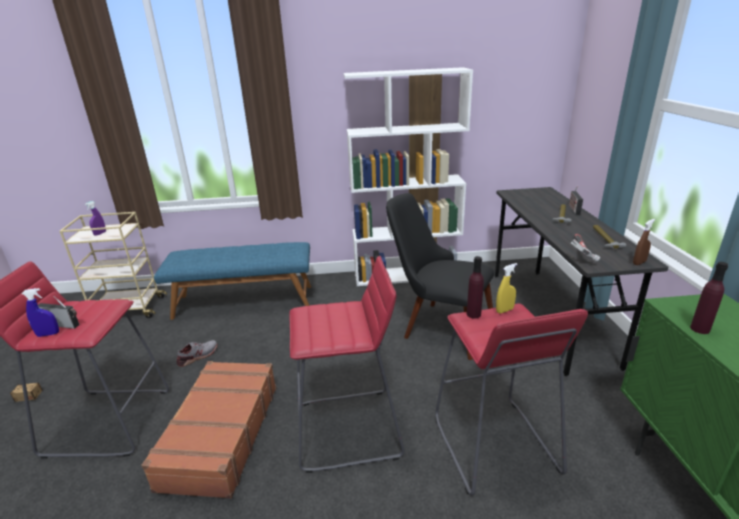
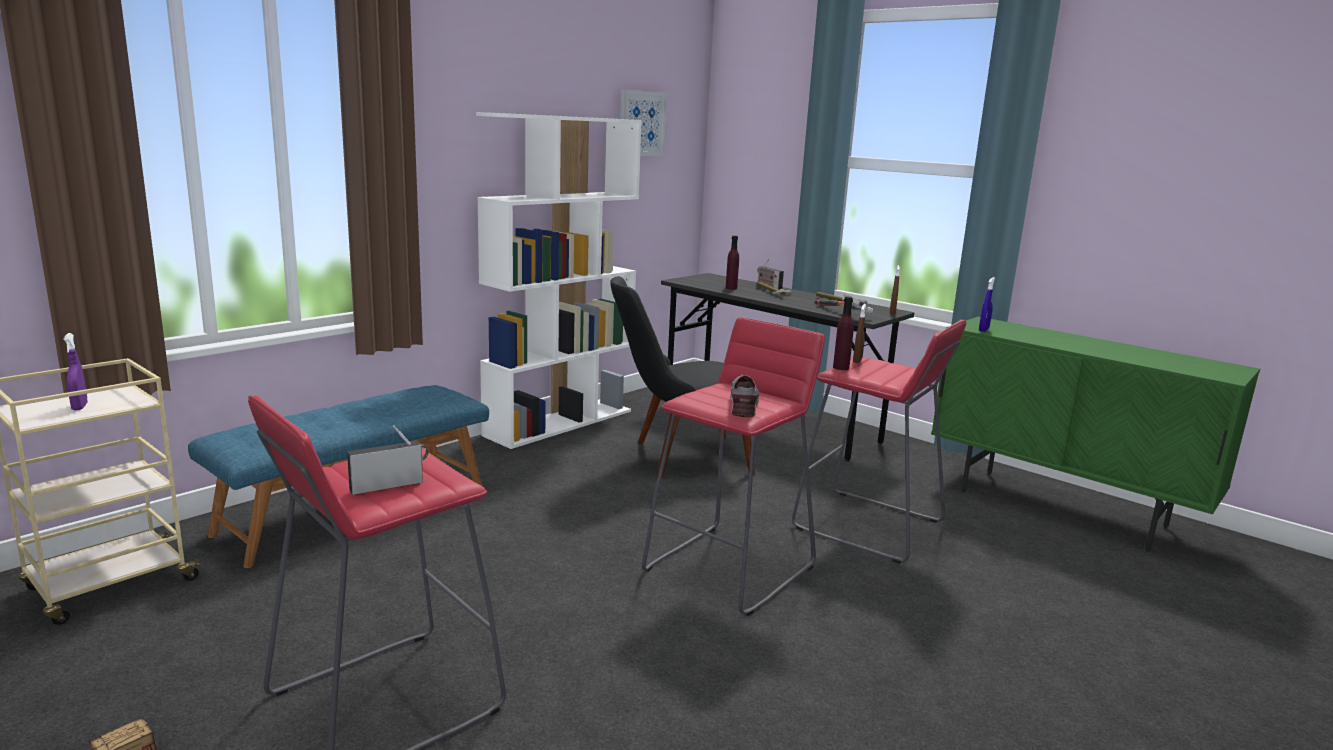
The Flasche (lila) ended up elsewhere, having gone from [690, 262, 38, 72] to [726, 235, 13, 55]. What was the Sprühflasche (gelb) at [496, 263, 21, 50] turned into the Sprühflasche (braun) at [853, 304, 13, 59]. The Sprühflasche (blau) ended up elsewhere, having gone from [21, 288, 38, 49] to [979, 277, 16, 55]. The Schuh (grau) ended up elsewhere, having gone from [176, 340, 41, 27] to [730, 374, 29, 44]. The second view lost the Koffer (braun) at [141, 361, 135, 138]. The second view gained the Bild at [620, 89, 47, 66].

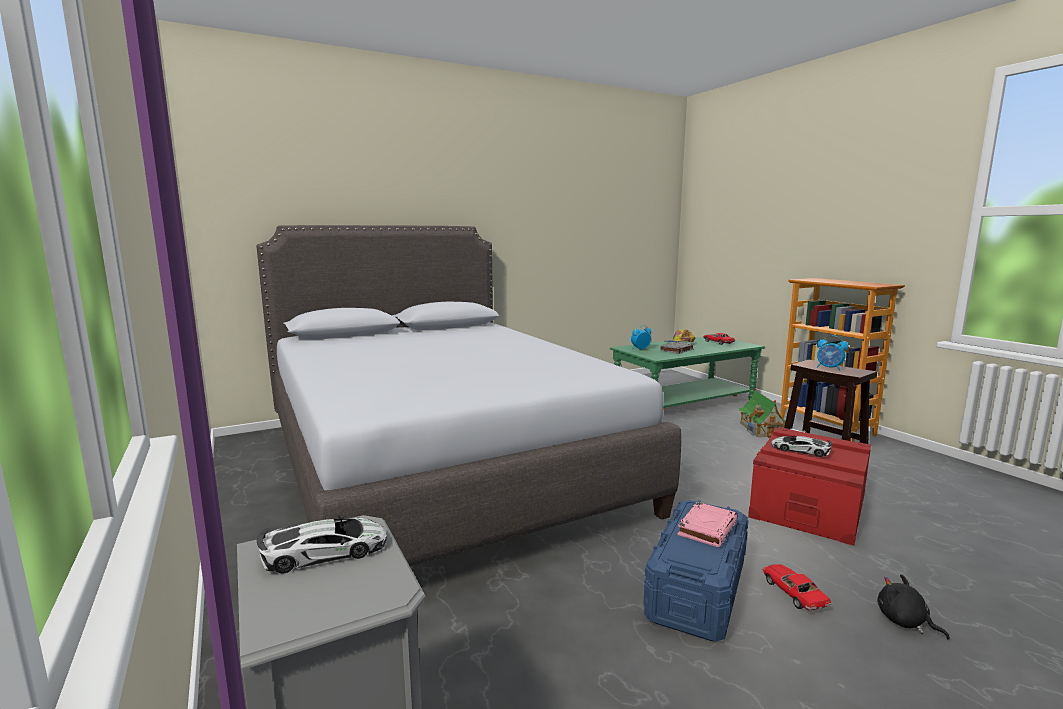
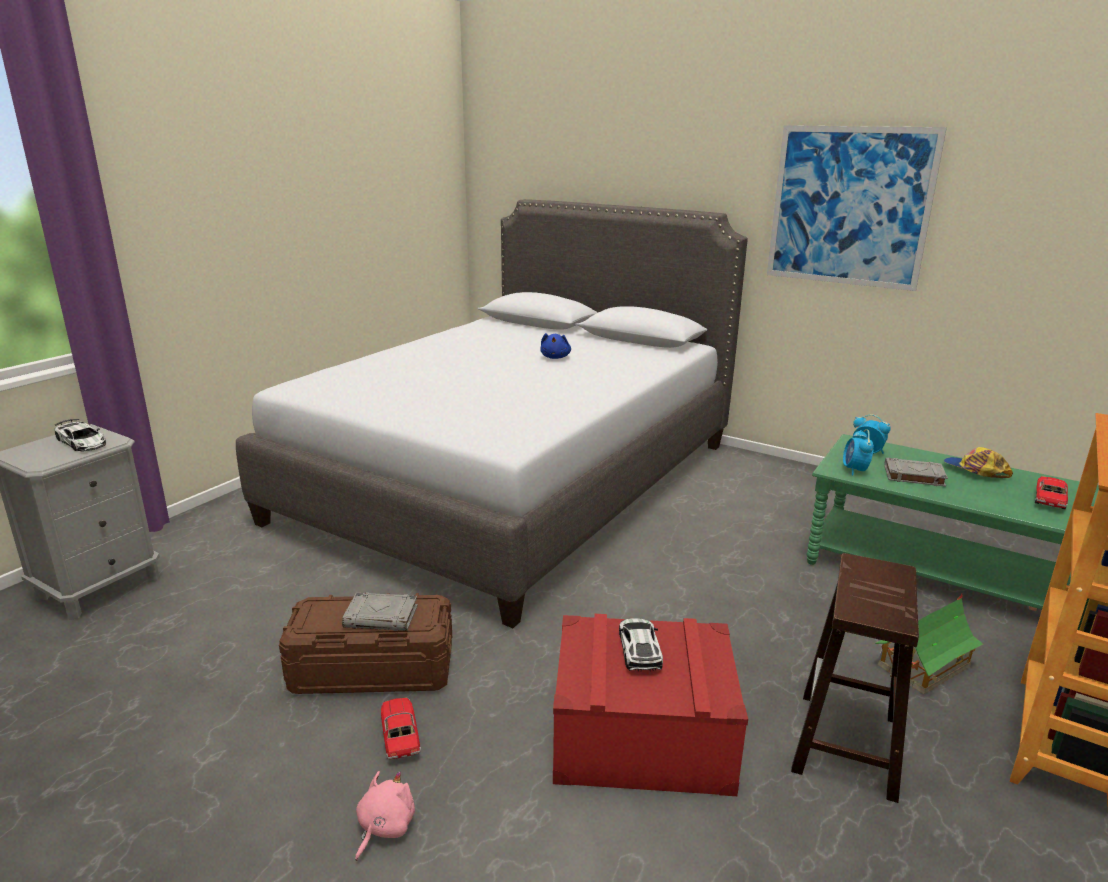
The Wecker ended up elsewhere, having gone from [816, 335, 32, 36] to [843, 429, 31, 46]. What was the Aufbewahrungsbox (blau) at [643, 500, 105, 141] turned into the Aufbewahrungsbox (braun) at [279, 593, 173, 101]. What was the Buch (rosa) at [677, 502, 61, 45] turned into the Buch (grau) at [342, 592, 76, 39]. The Spielzeugauto at [762, 564, 70, 47] ended up facing another way, 60 degrees counterclockwise from before. What was the Plüschtier (schwarz) at [877, 574, 73, 66] turned into the Plüschtier (rosa) at [355, 771, 60, 90]. The second view gained the Bild at [767, 125, 180, 166]. The second view gained the Plüschtier (blau) at [540, 333, 31, 26].

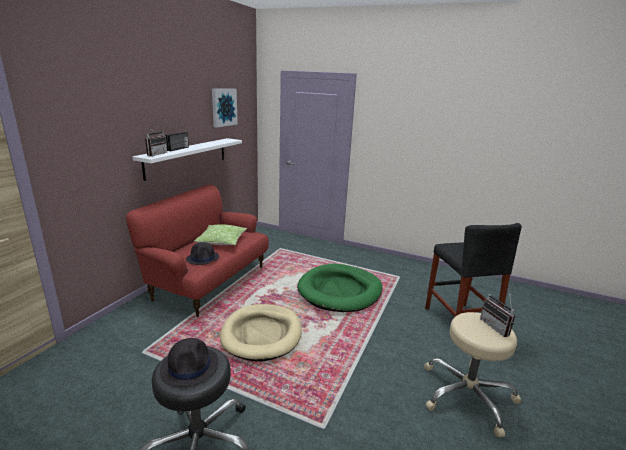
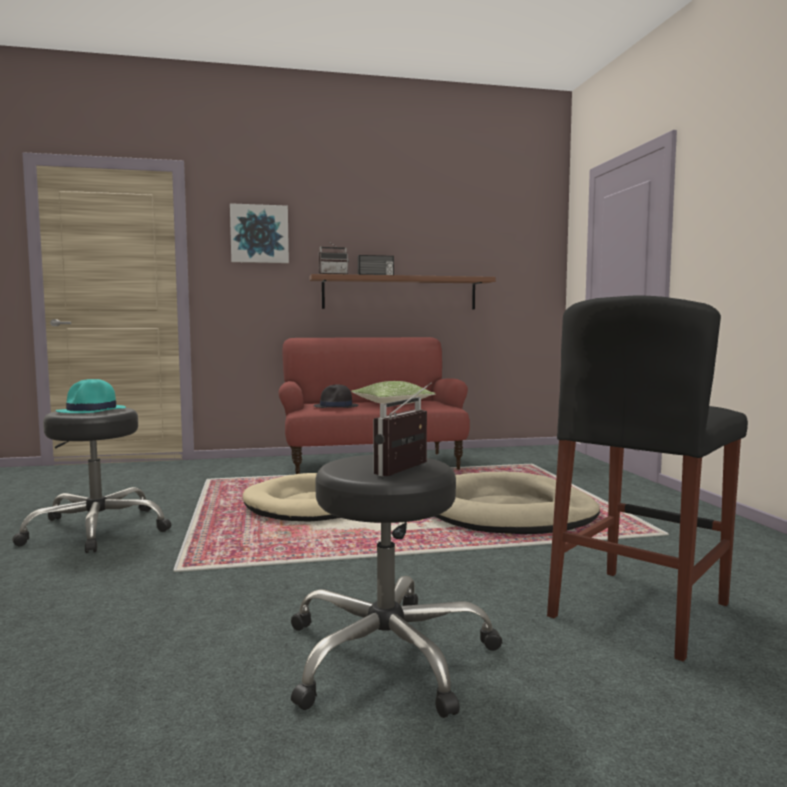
The Bild ended up elsewhere, having gone from [212, 89, 26, 38] to [230, 203, 59, 60]. What was the Wandregal (weiß) at [133, 138, 109, 43] turned into the Wandregal (braun) at [309, 274, 186, 36]. What was the Hundebett (grün) at [297, 264, 86, 48] turned into the Hundebett (beige) at [435, 472, 165, 62]. What was the Hocker (beige) at [424, 312, 97, 125] turned into the Hocker (schwarz) at [291, 455, 211, 263]. What was the Hut (schwarz) at [160, 338, 59, 49] turned into the Hut (türkis) at [56, 379, 70, 34].

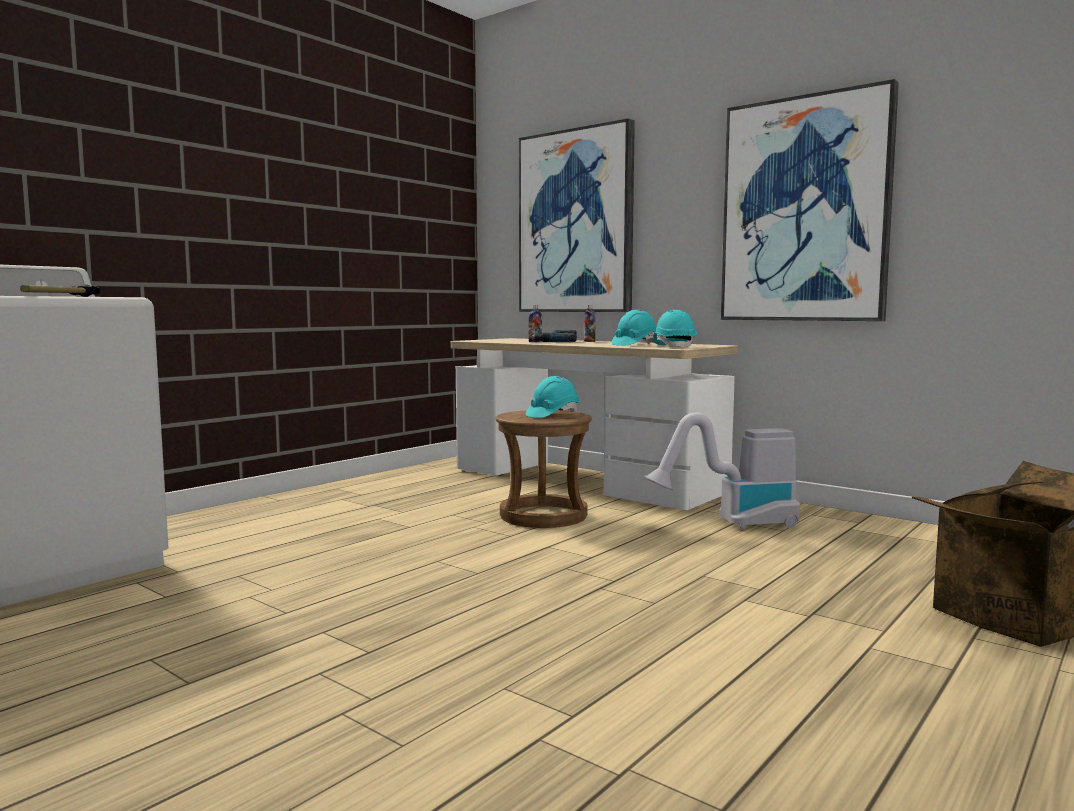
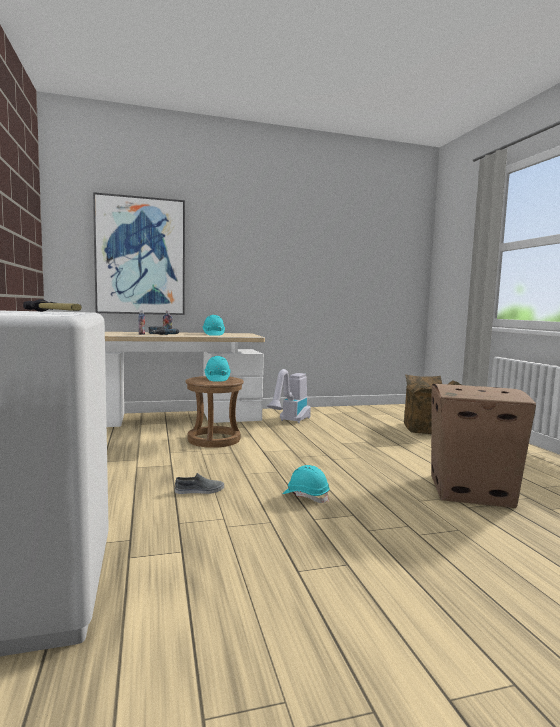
The second view lost the Bild at [721, 79, 178, 242]. The Schutzhelm (türkis) ended up elsewhere, having gone from [653, 310, 44, 38] to [283, 465, 47, 38]. The second view gained the Karton at [431, 384, 105, 124]. The second view gained the Schuh (grau) at [175, 473, 49, 21].

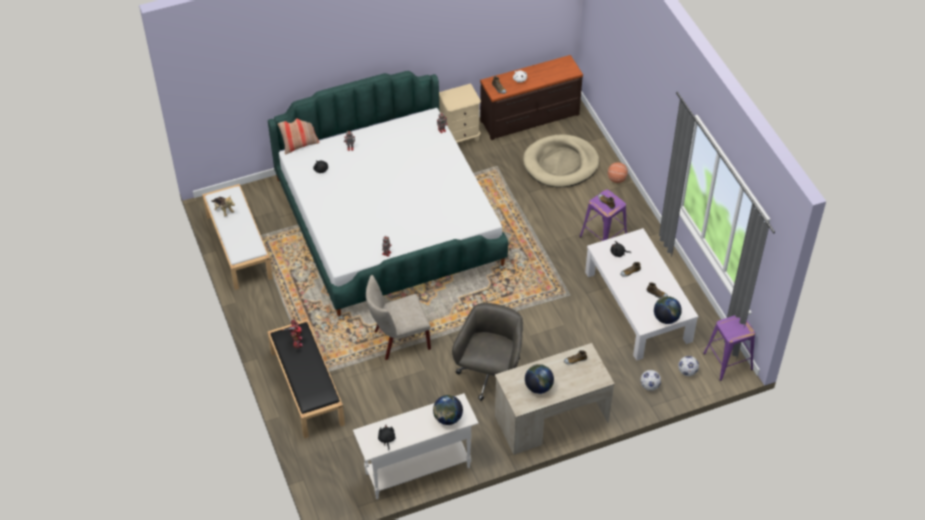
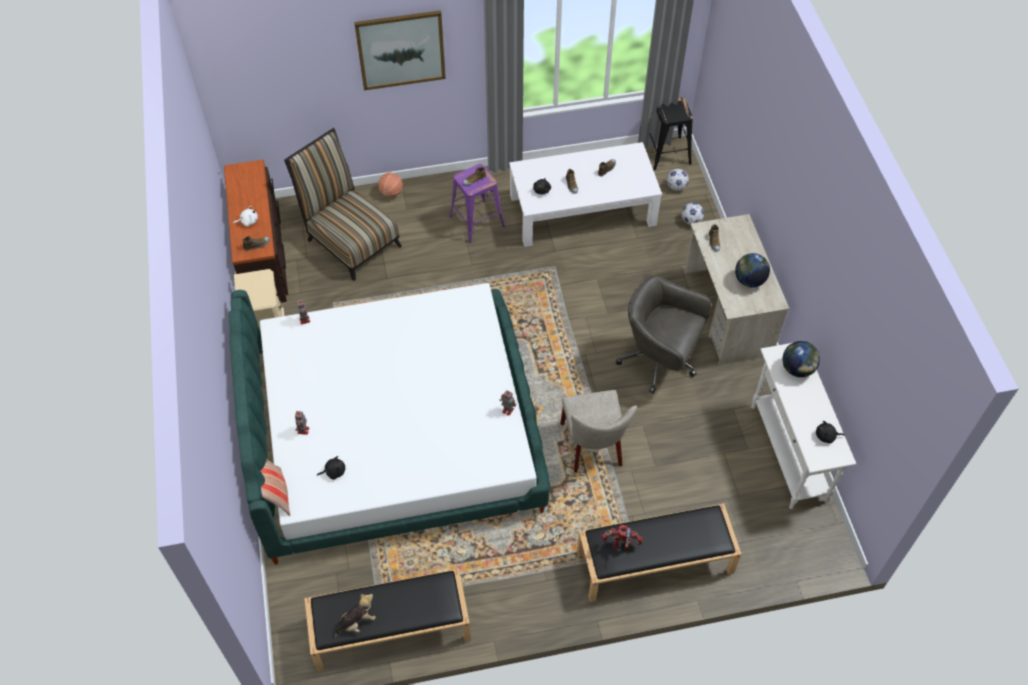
Where the Hundebett (beige) stood at [523, 134, 76, 53], the Stuhl came to stand at [284, 128, 118, 153]. What was the Bank (weiß) at [202, 184, 71, 106] turned into the Bank (schwarz) at [304, 569, 167, 102]. The second view lost the Globus at [654, 296, 28, 28]. What was the Hocker (lila) at [703, 315, 52, 66] turned into the Hocker (schwarz) at [650, 97, 43, 73]. The second view gained the Bild at [354, 10, 92, 80].

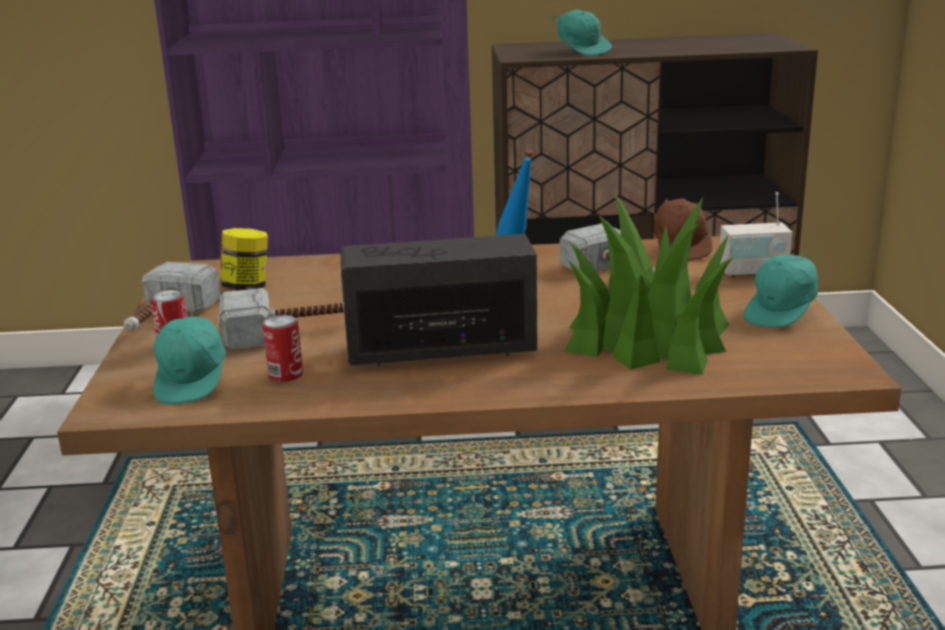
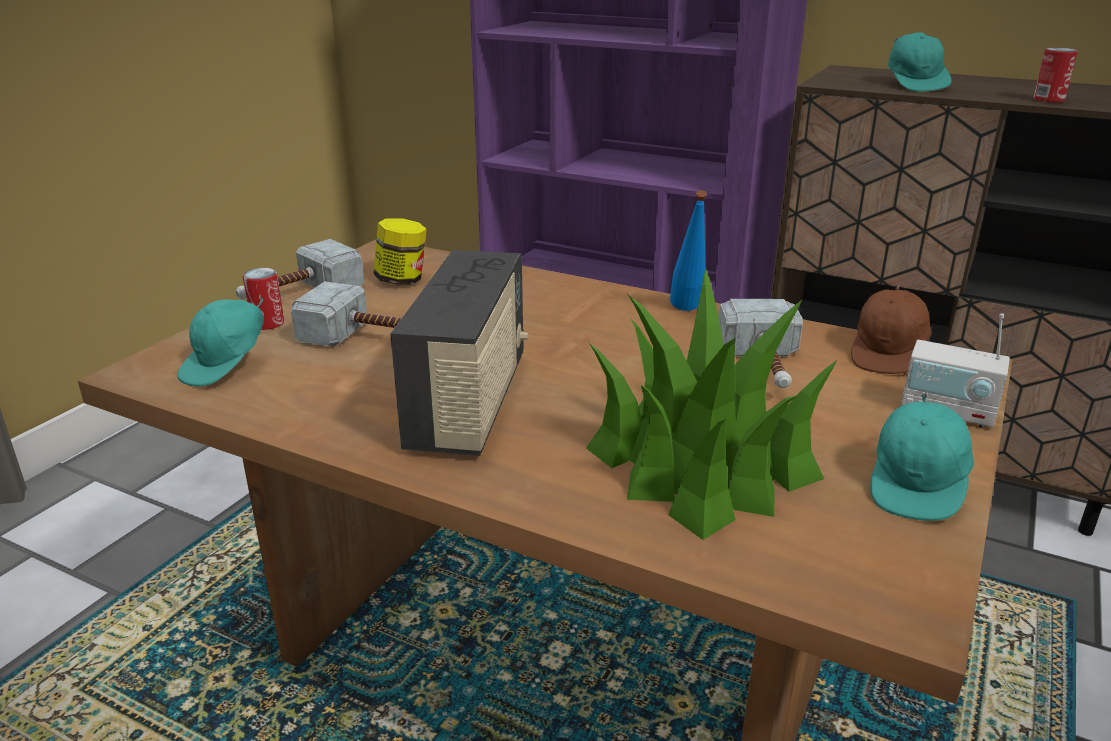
The Radio at [340, 234, 198, 133] ended up facing another way, 75 degrees clockwise from before. The Kappe (türkis) at [744, 253, 74, 74] ended up facing another way, 45 degrees counterclockwise from before. The Dose ended up elsewhere, having gone from [263, 315, 40, 67] to [1033, 47, 45, 56].

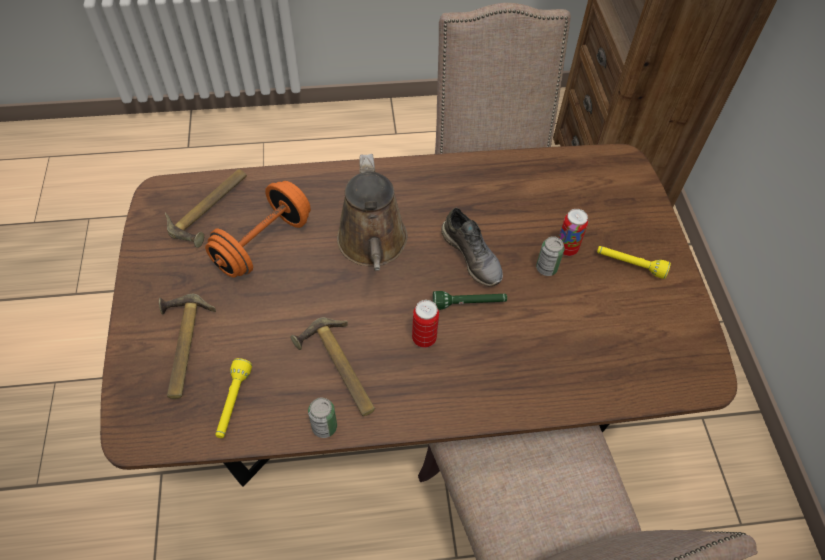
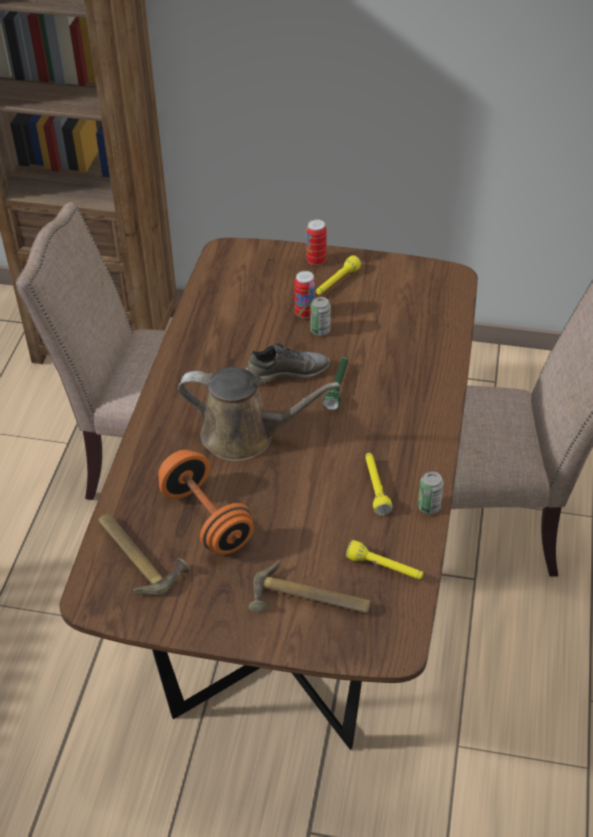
The Dose ended up elsewhere, having gone from [412, 300, 27, 48] to [306, 219, 21, 47]. Where the Hammer stood at [291, 317, 84, 99], the Taschenlampe (gelb) came to stand at [365, 453, 28, 63].

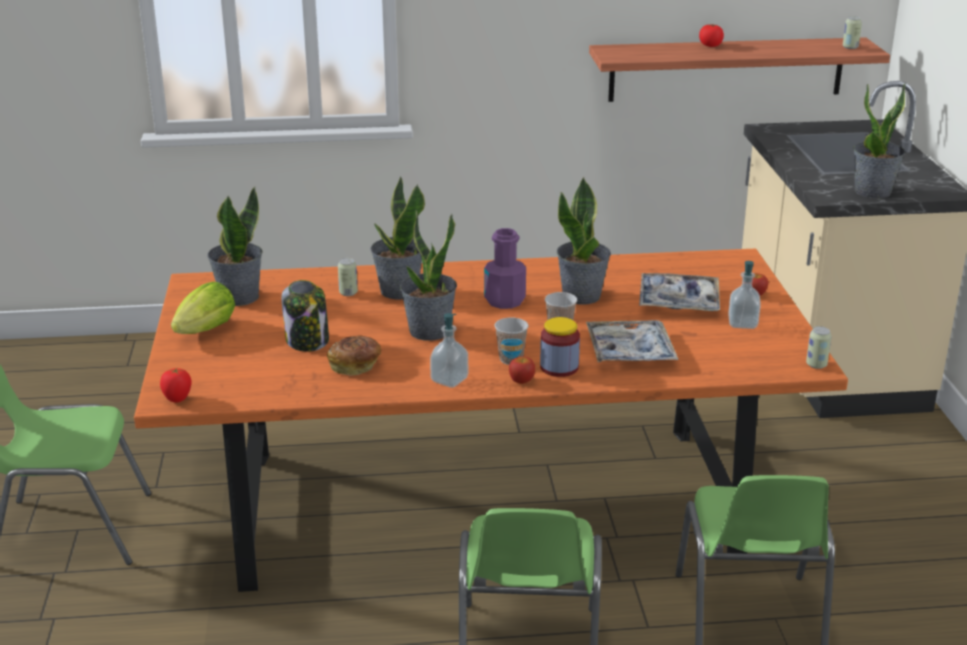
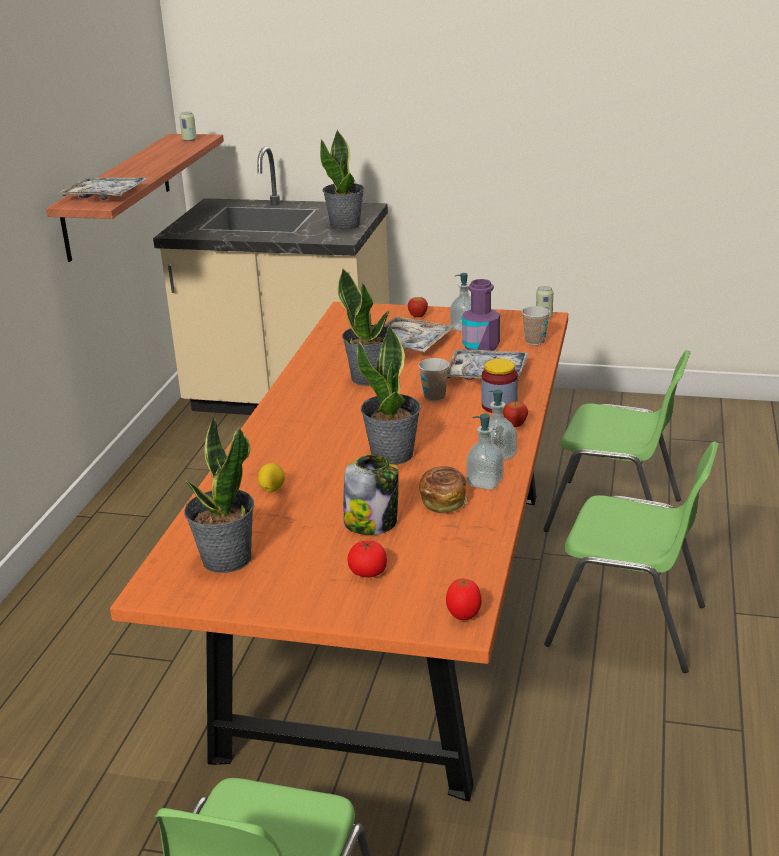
The Tomate ended up elsewhere, having gone from [699, 24, 25, 23] to [347, 540, 40, 37]. The second view lost the Topfpflanze at [370, 176, 55, 123]. The Flasche (lila) ended up elsewhere, having gone from [484, 228, 42, 81] to [462, 279, 38, 72]. Where the Dose stood at [338, 258, 20, 38], the Zitrone came to stand at [258, 463, 27, 29]. The second view lost the Salatkopf at [171, 282, 64, 52]. The Tasse ended up elsewhere, having gone from [495, 317, 34, 48] to [522, 306, 28, 39]. The second view gained the Tablett at [57, 177, 92, 23]. The second view gained the Seifenspender at [466, 414, 38, 76].

